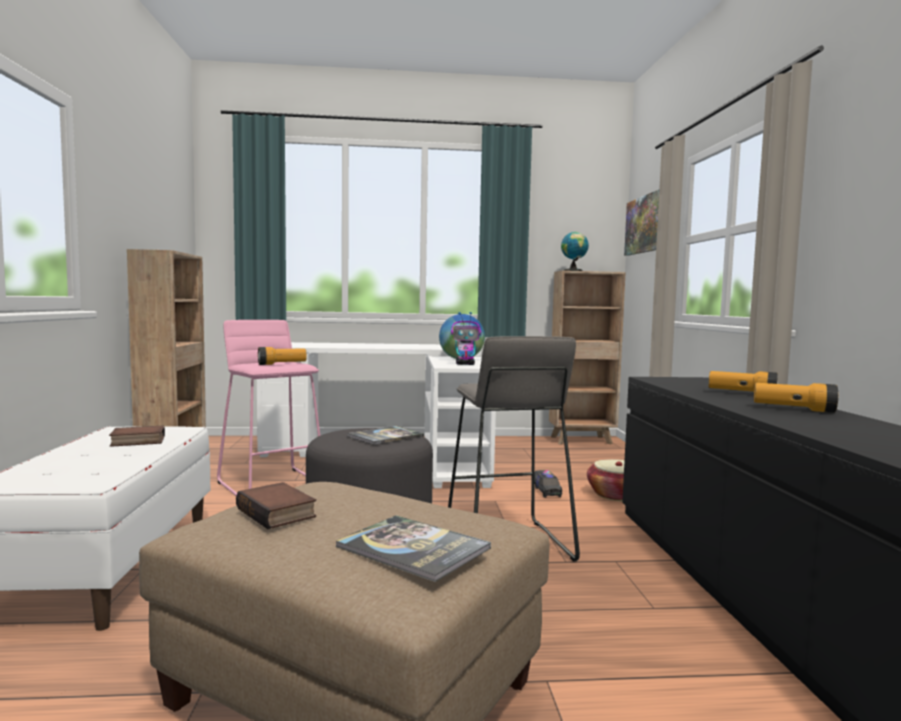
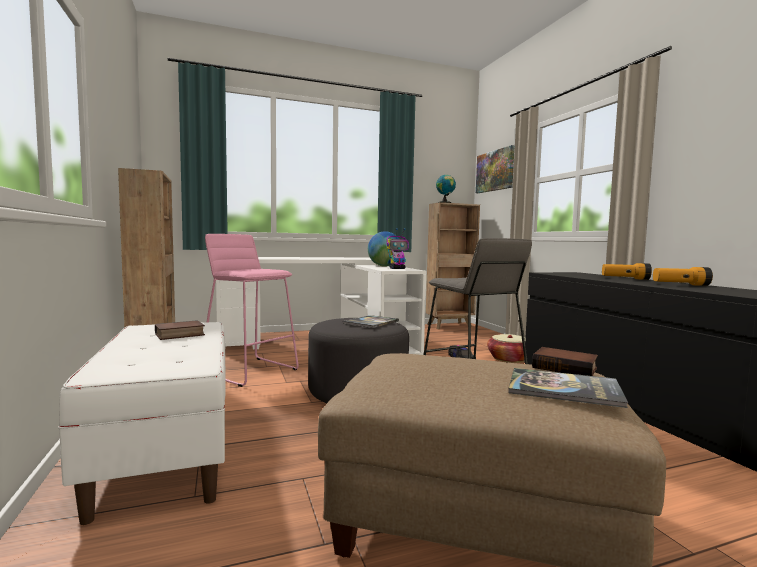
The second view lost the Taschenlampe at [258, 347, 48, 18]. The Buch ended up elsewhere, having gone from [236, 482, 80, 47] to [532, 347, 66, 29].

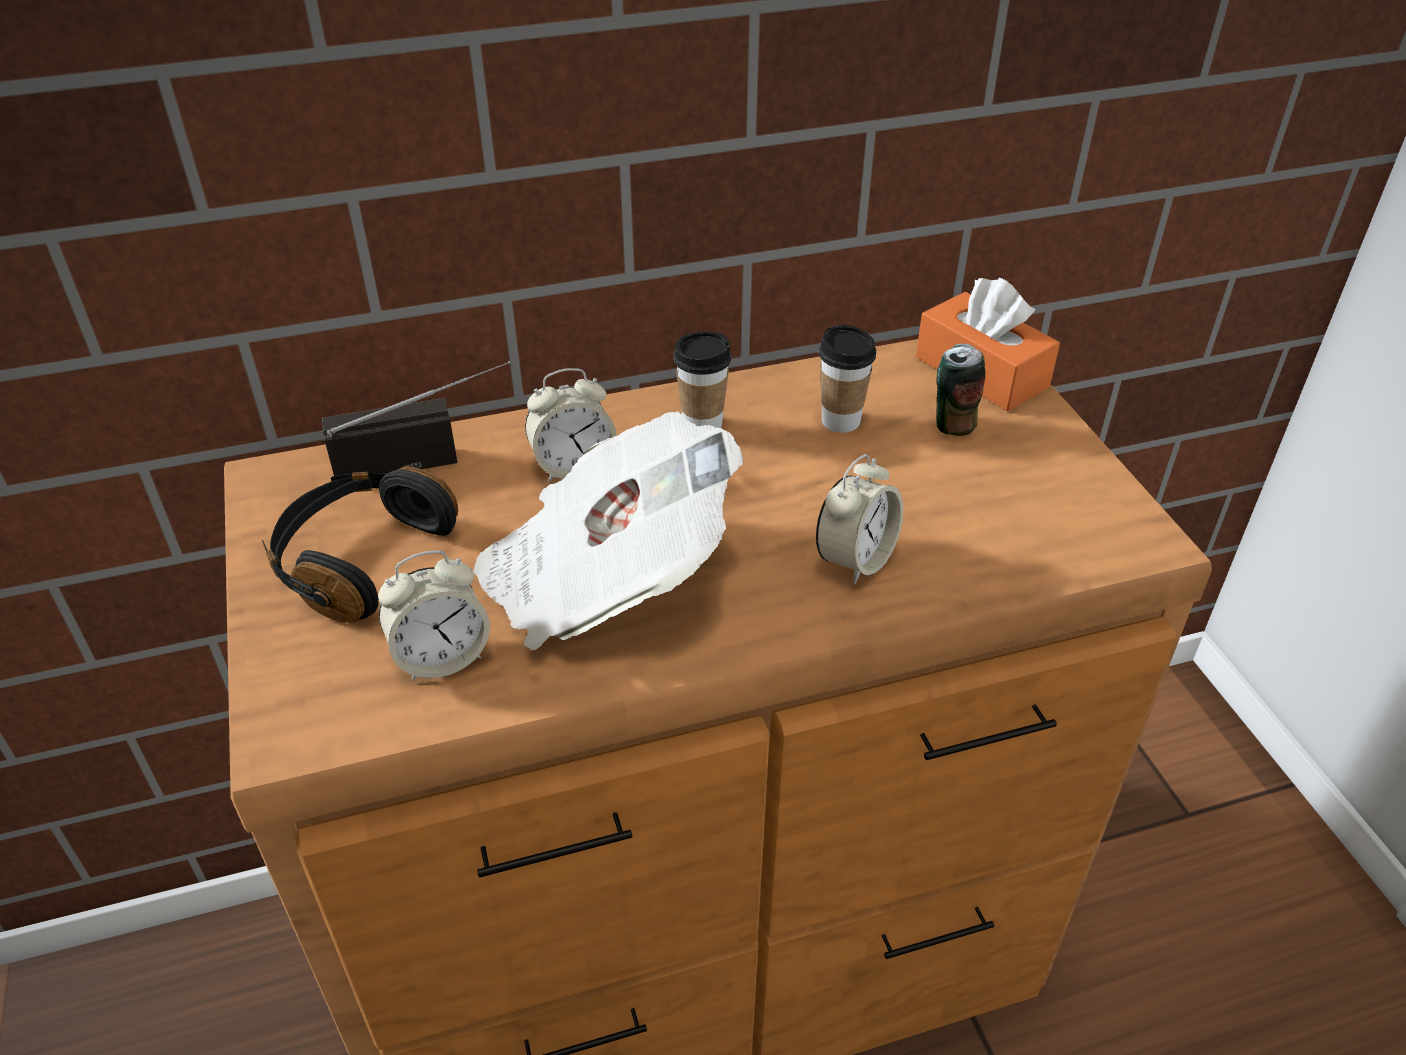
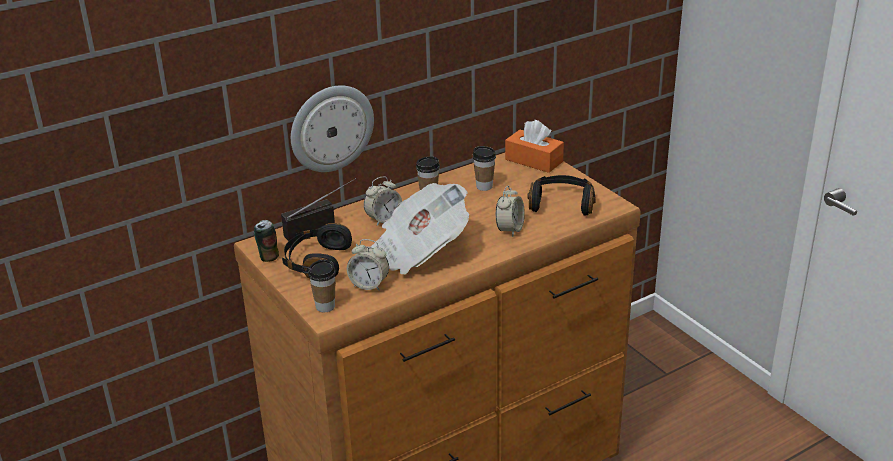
The Dose ended up elsewhere, having gone from [936, 344, 49, 92] to [254, 220, 25, 42]. The Wecker at [378, 550, 112, 131] ended up facing another way, 60 degrees clockwise from before. The second view gained the Wanduhr at [291, 85, 83, 87]. The second view gained the Kopfhörer (schwarz) at [527, 175, 69, 41]. The second view gained the Tasse at [308, 260, 28, 52].

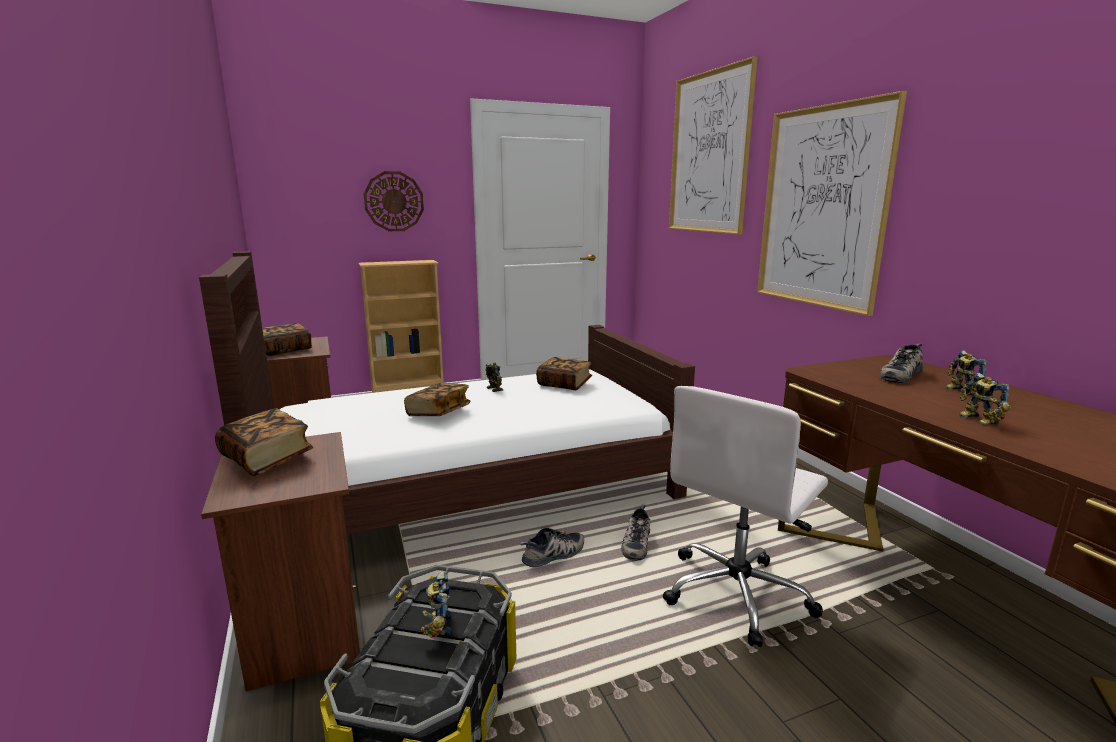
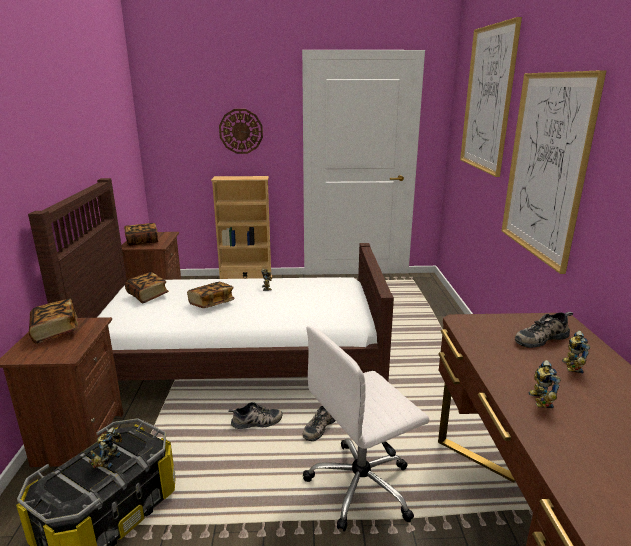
The Buch ended up elsewhere, having gone from [536, 357, 56, 33] to [125, 272, 44, 31].

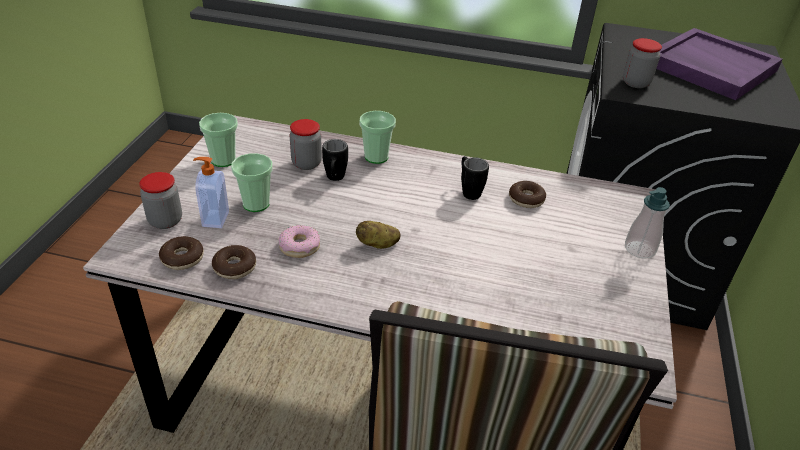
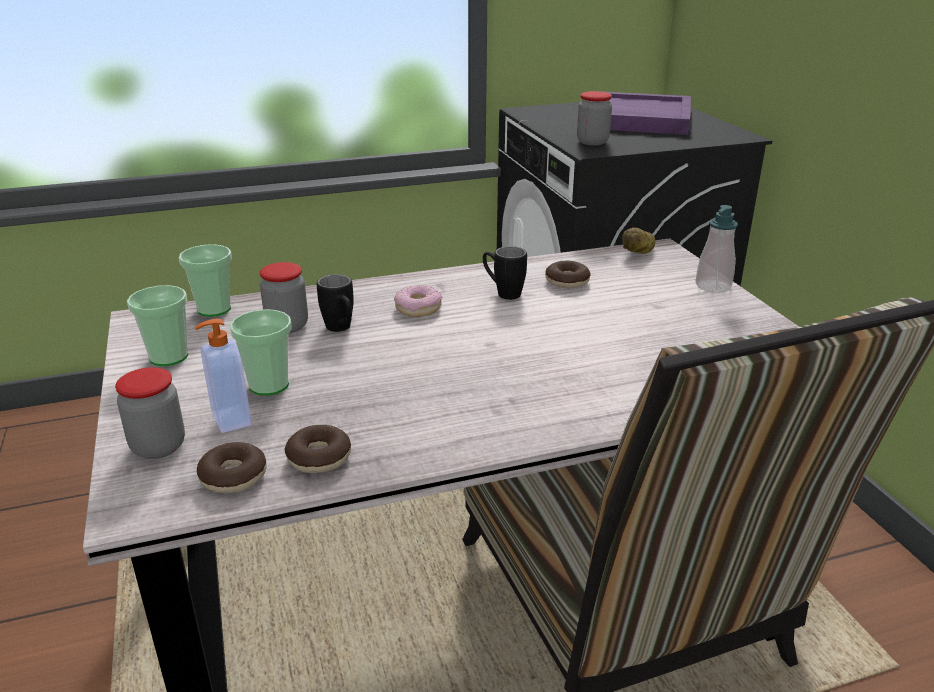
The Tasse ended up elsewhere, having gone from [360, 111, 36, 53] to [179, 244, 53, 73]. The Kartoffel ended up elsewhere, having gone from [356, 221, 45, 28] to [622, 228, 33, 26]. The Donut ended up elsewhere, having gone from [279, 225, 41, 33] to [394, 285, 48, 32].

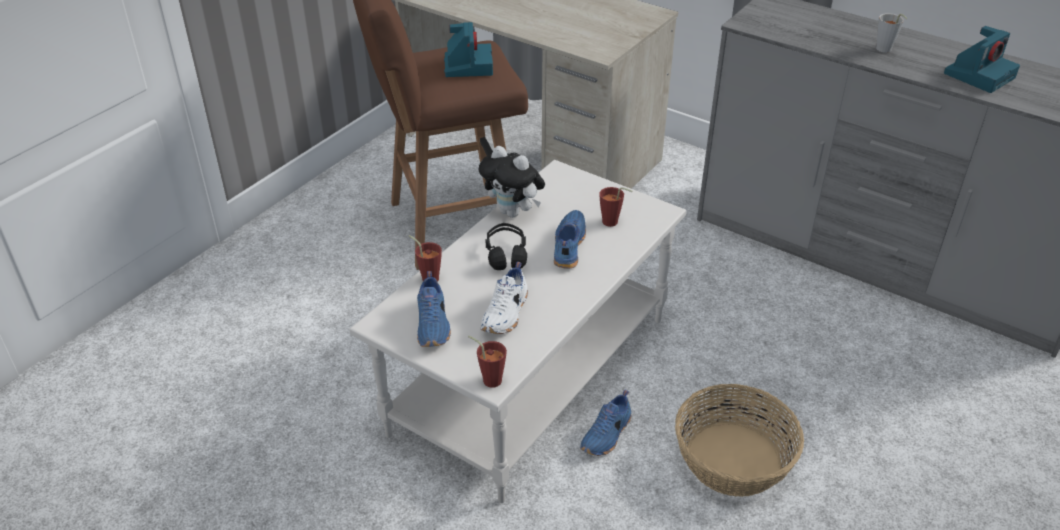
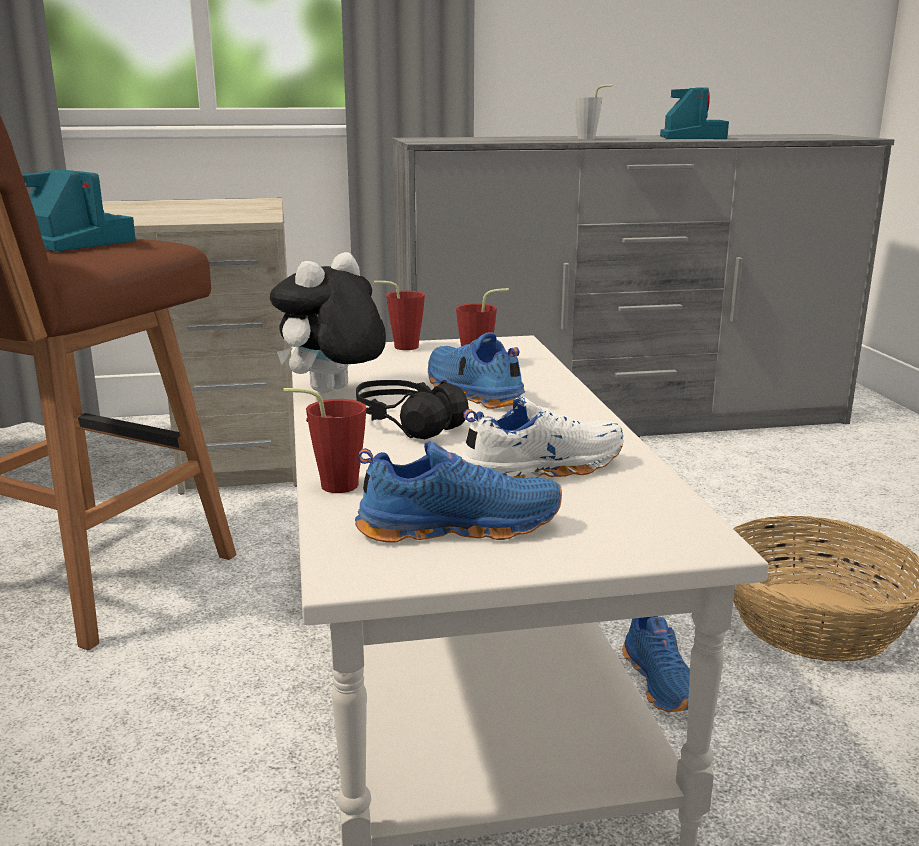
The Plüschtier at [478, 146, 67, 72] ended up facing another way, 135 degrees clockwise from before. The Schuh (weiß) at [481, 262, 47, 72] ended up facing another way, 90 degrees counterclockwise from before. The Schuh (blau) at [417, 271, 34, 76] ended up facing another way, 45 degrees counterclockwise from before. The Tasse (rot) ended up elsewhere, having gone from [468, 335, 39, 53] to [374, 281, 51, 69].

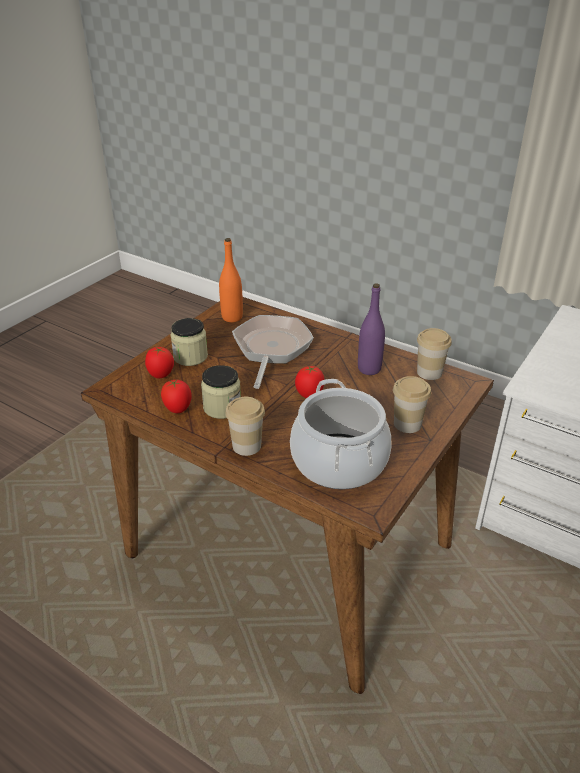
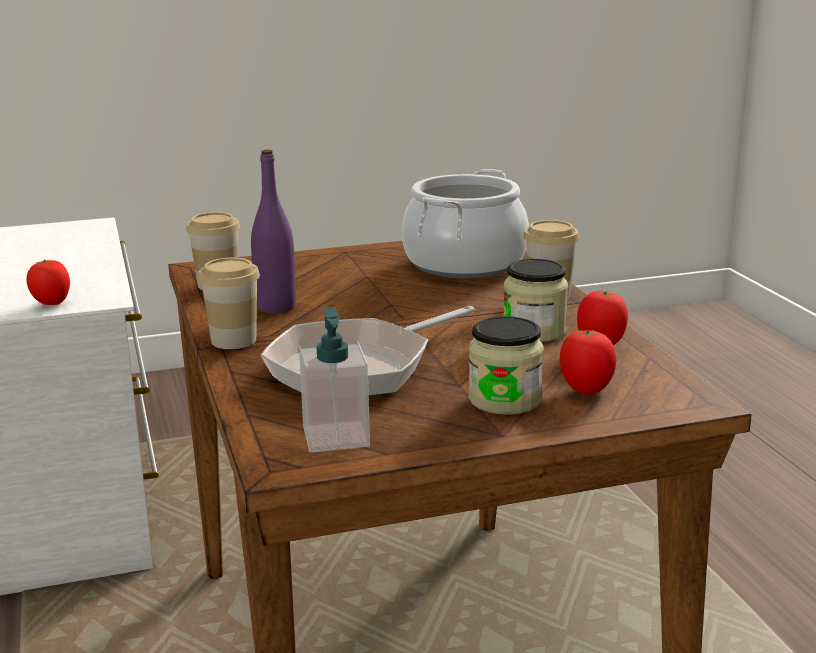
Where the Flasche (orange) stood at [219, 238, 24, 84], the Seifenspender came to stand at [299, 307, 71, 145]. The Tomate ended up elsewhere, having gone from [295, 366, 29, 32] to [26, 259, 44, 46]. The Tasse ended up elsewhere, having gone from [393, 376, 38, 57] to [198, 258, 62, 91].

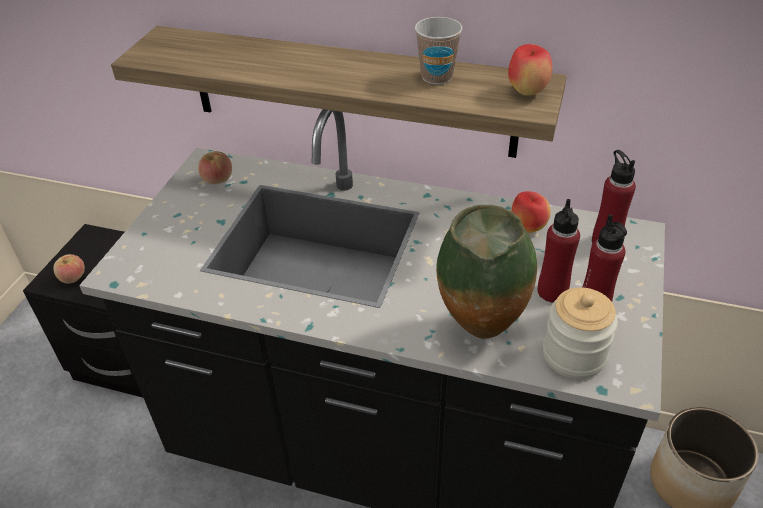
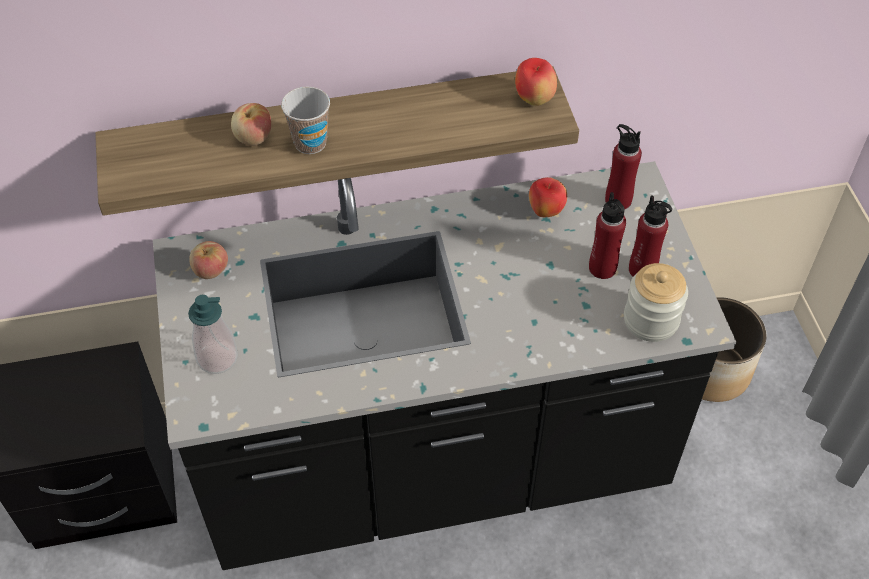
The Tasse ended up elsewhere, having gone from [415, 17, 47, 67] to [281, 86, 49, 68]. The second view lost the Vase at [436, 205, 102, 134]. The Apfel ended up elsewhere, having gone from [53, 254, 32, 30] to [231, 103, 40, 43]. The second view gained the Seifenspender at [188, 295, 50, 79].

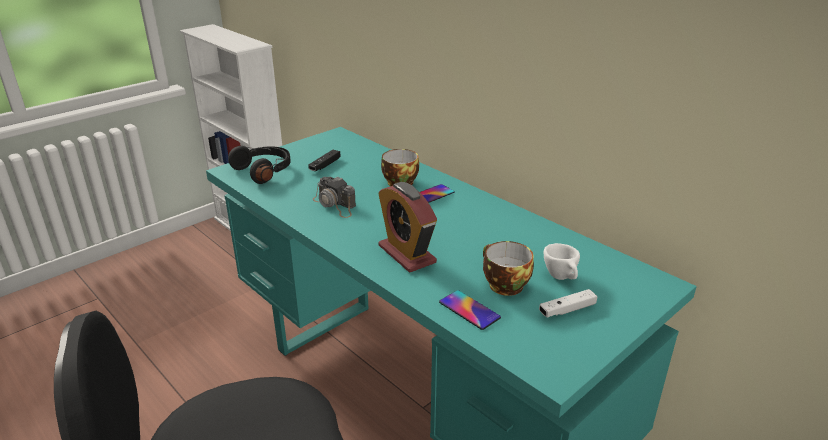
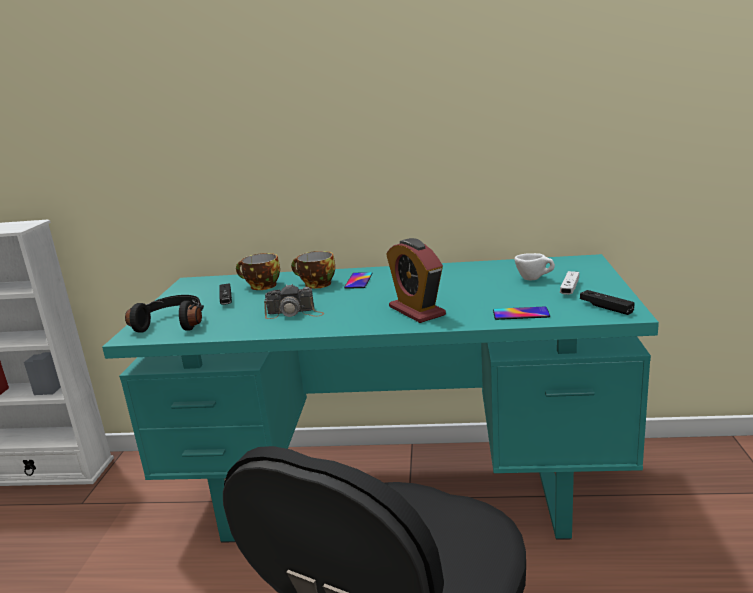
The Wecker at [378, 182, 59, 91] ended up facing another way, 45 degrees clockwise from before. The Tasse ended up elsewhere, having gone from [483, 241, 51, 55] to [236, 253, 44, 37]. The second view gained the Gamepad (schwarz) at [580, 290, 55, 25].

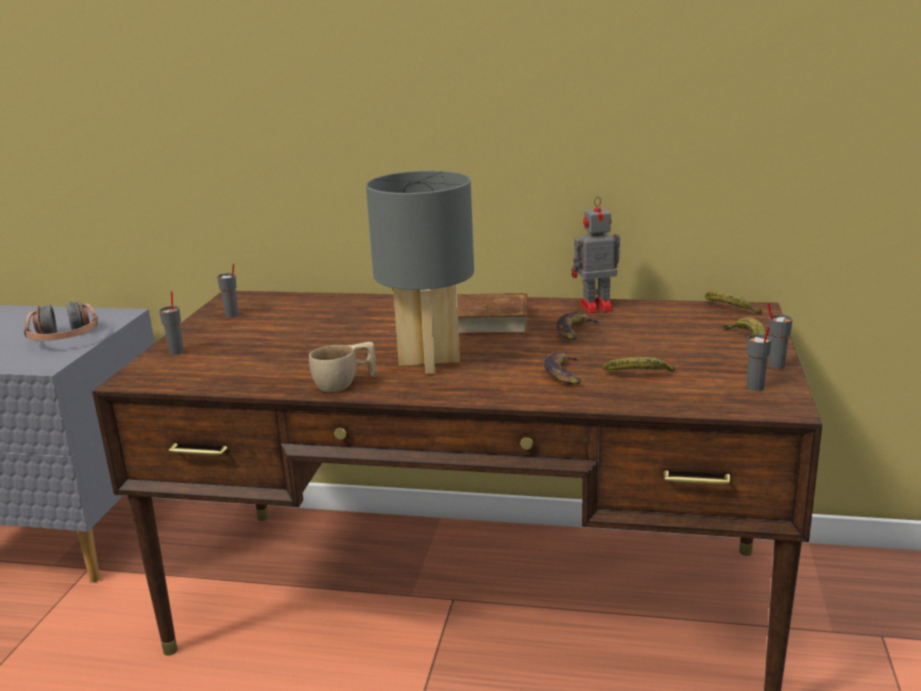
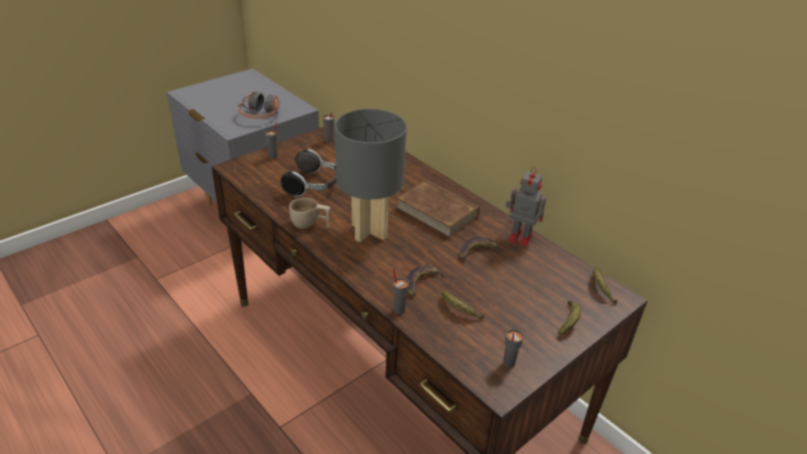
The Tasse (grau) ended up elsewhere, having gone from [768, 303, 25, 66] to [393, 269, 16, 45]. The second view gained the Kopfhörer at [281, 149, 55, 48].

